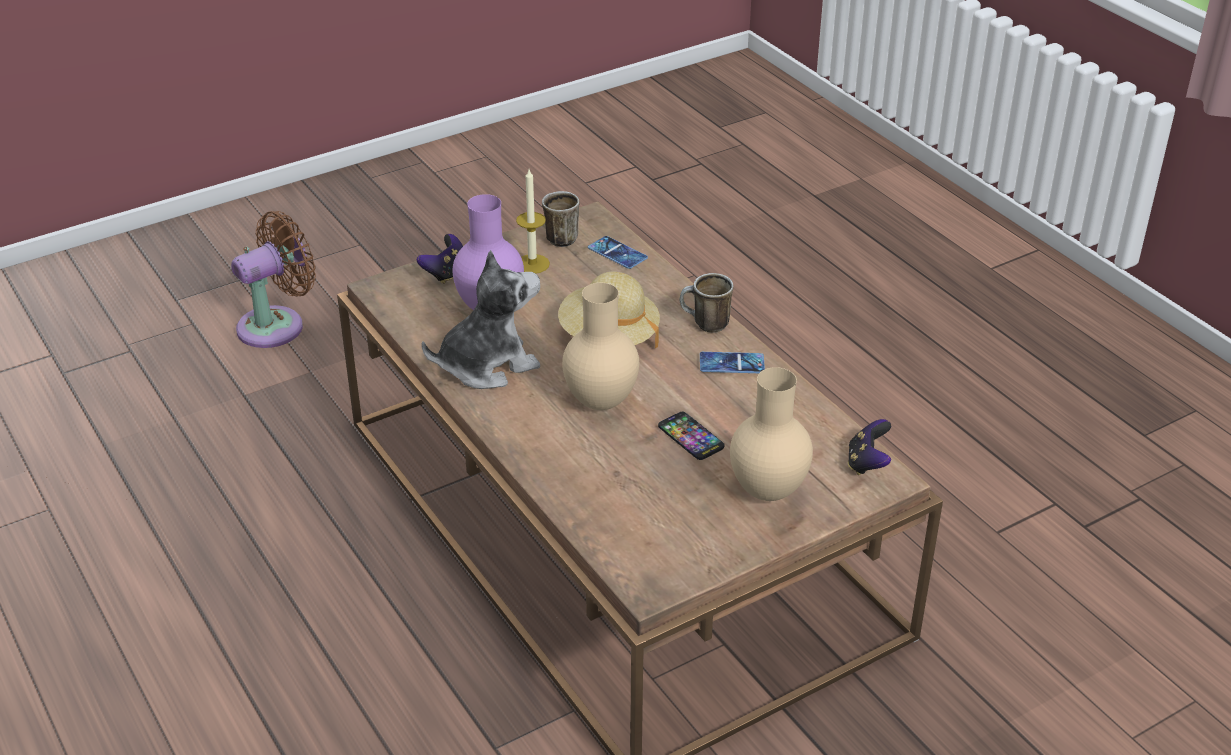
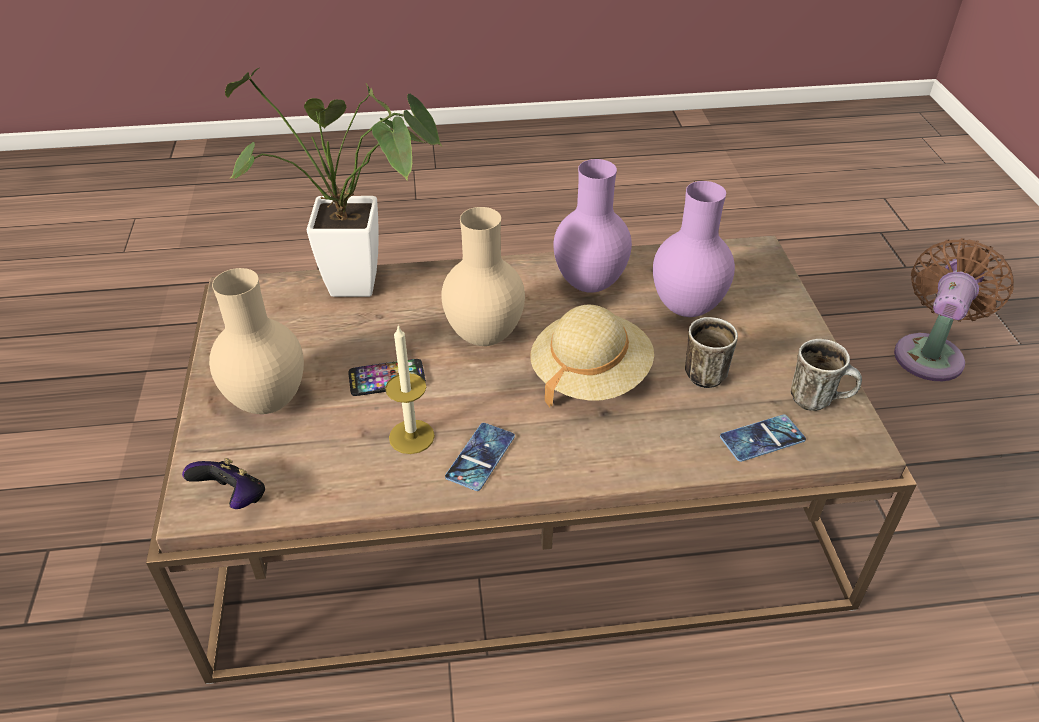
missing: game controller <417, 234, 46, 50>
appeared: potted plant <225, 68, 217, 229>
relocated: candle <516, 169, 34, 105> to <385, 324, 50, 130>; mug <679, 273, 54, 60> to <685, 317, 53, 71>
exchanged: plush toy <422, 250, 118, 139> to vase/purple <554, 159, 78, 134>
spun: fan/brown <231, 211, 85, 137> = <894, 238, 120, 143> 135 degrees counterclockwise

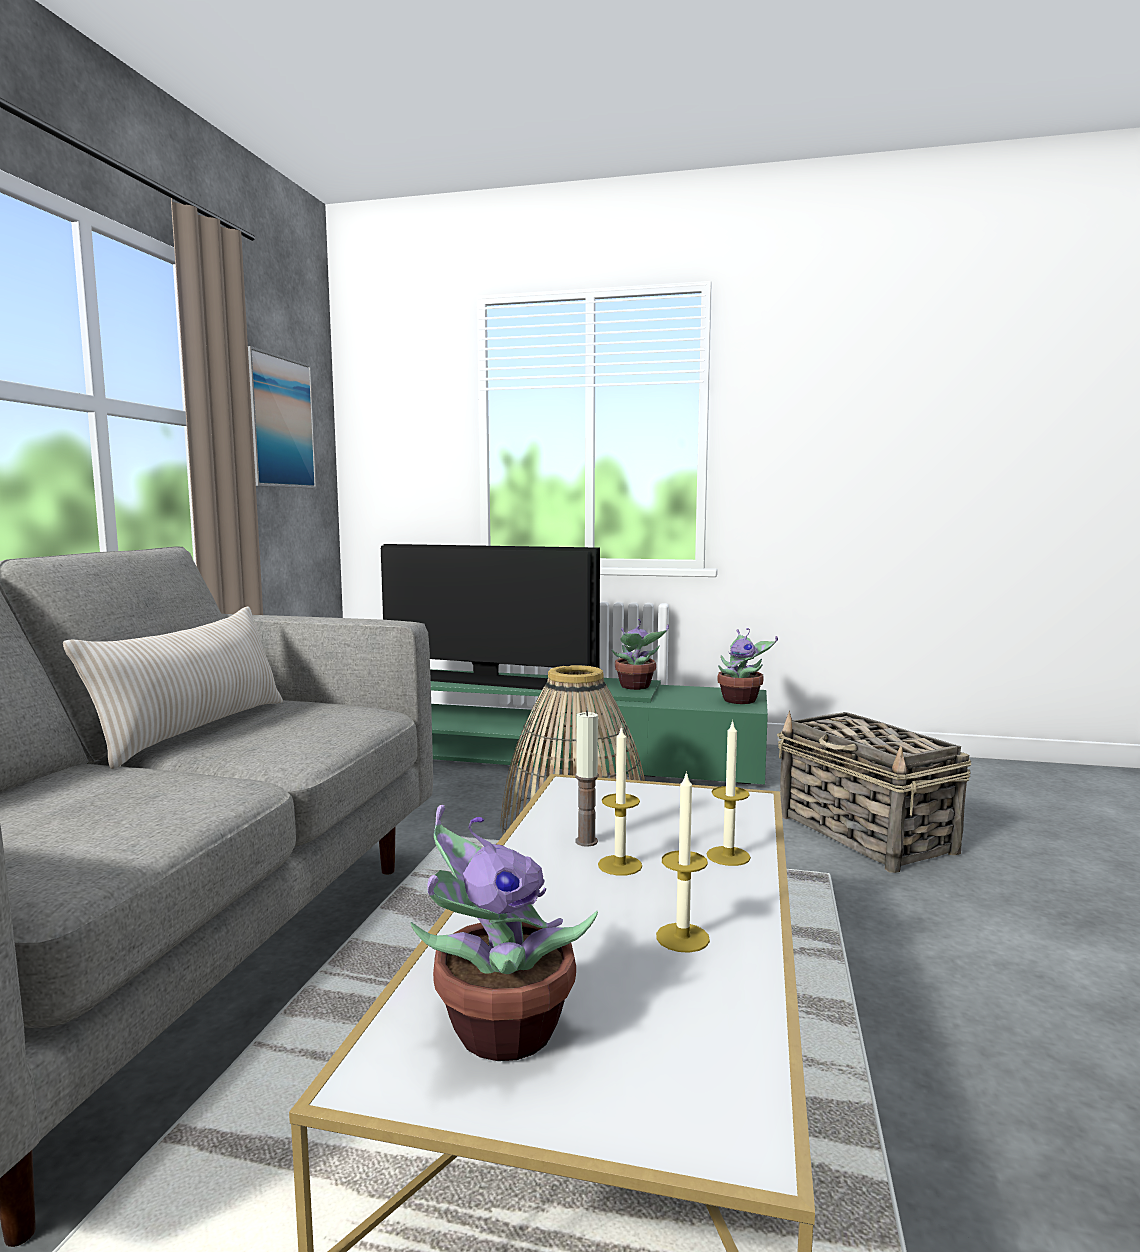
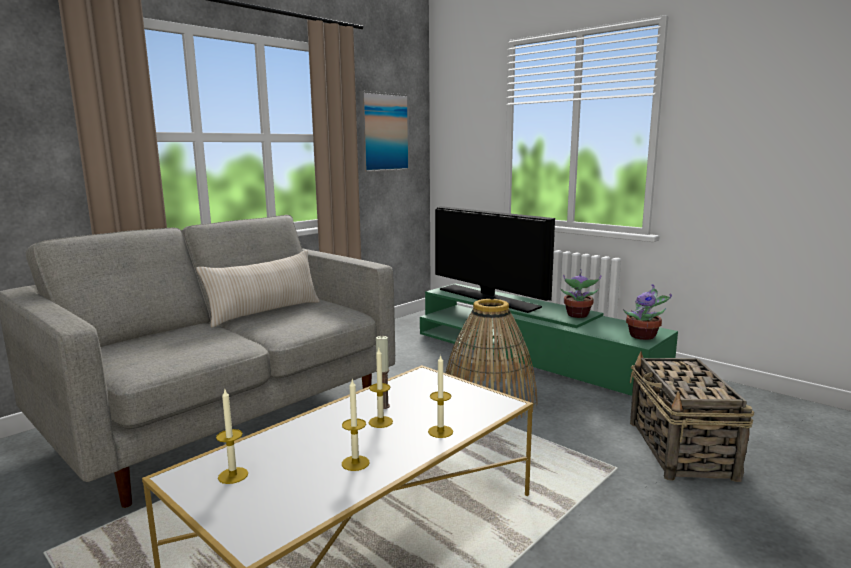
exchanged: potted plant <410, 805, 188, 256> to candle <216, 390, 32, 94>

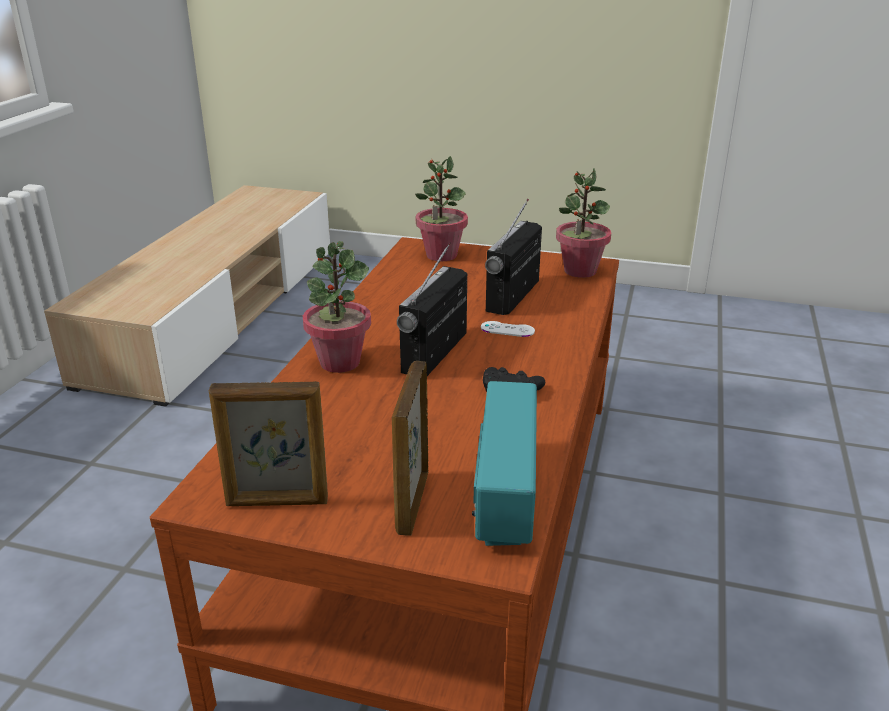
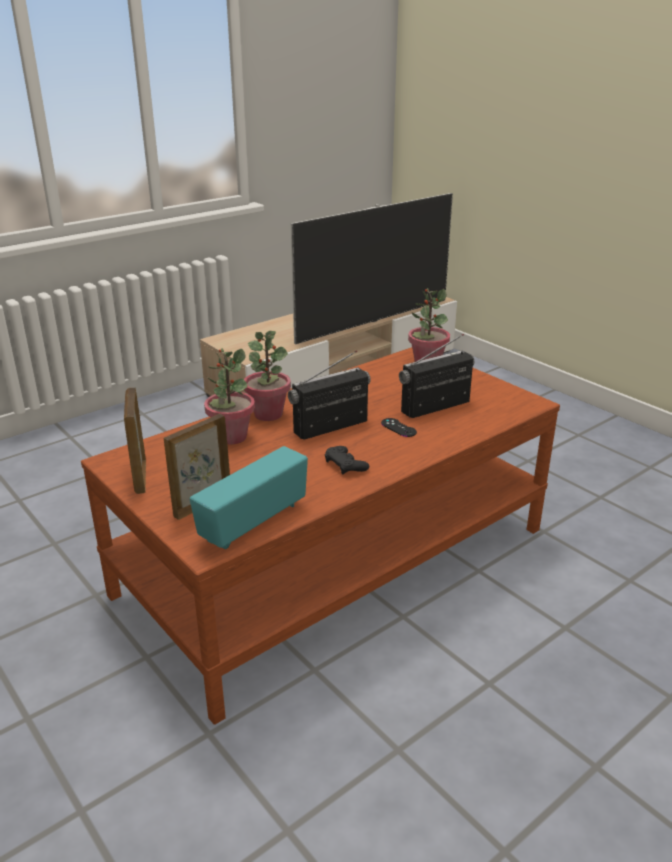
appeared: television <291, 193, 162, 152>
relocated: potted plant <556, 168, 55, 110> to <204, 348, 51, 97>
colour: game controller/white <481, 321, 54, 16> to game controller/black <381, 418, 36, 19>
spun: picture frame <209, 381, 119, 125> = <124, 388, 22, 106> 45 degrees clockwise

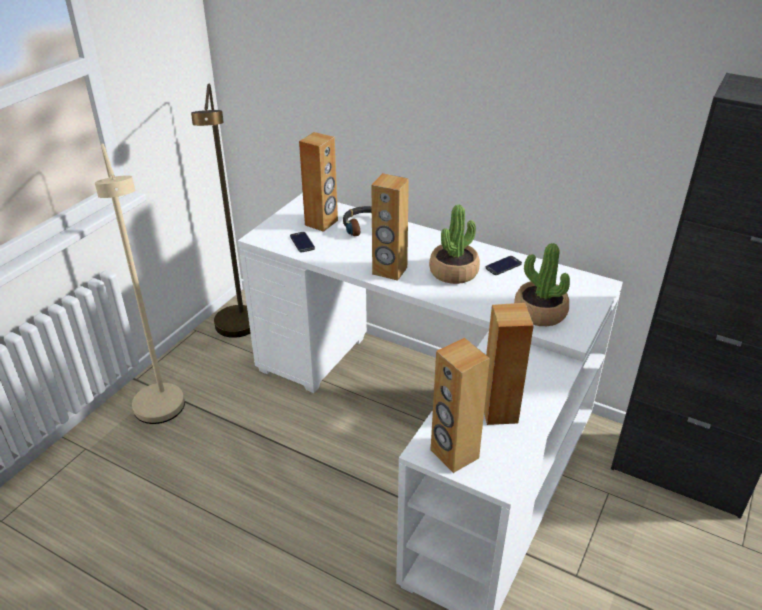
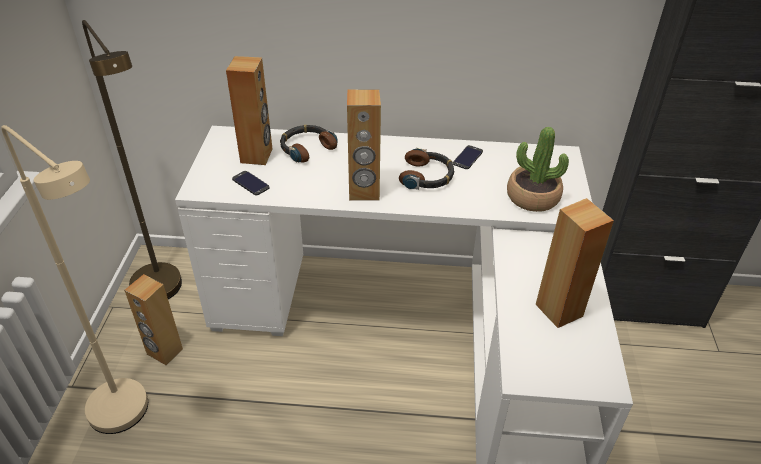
relocated: speaker/brown <431, 338, 59, 135> to <124, 274, 59, 91>
exchanged: potted plant <429, 205, 51, 79> to headphones <399, 148, 55, 42>

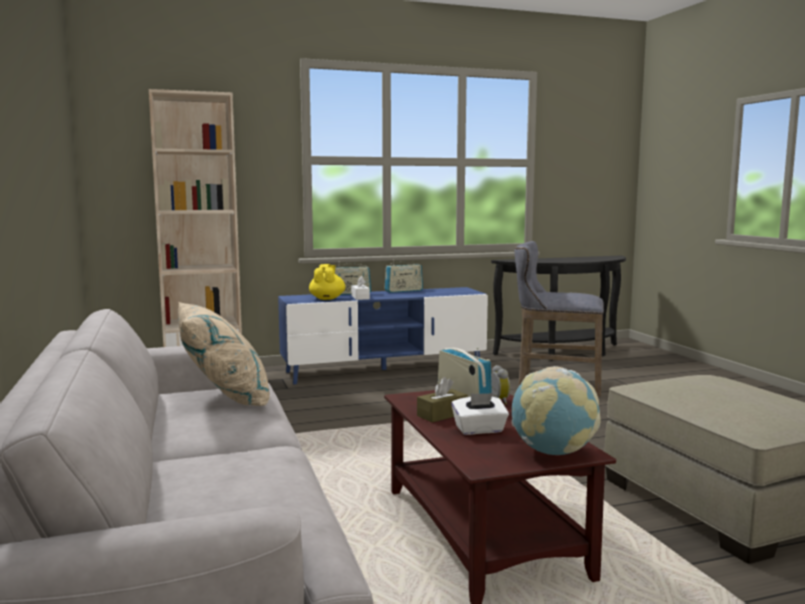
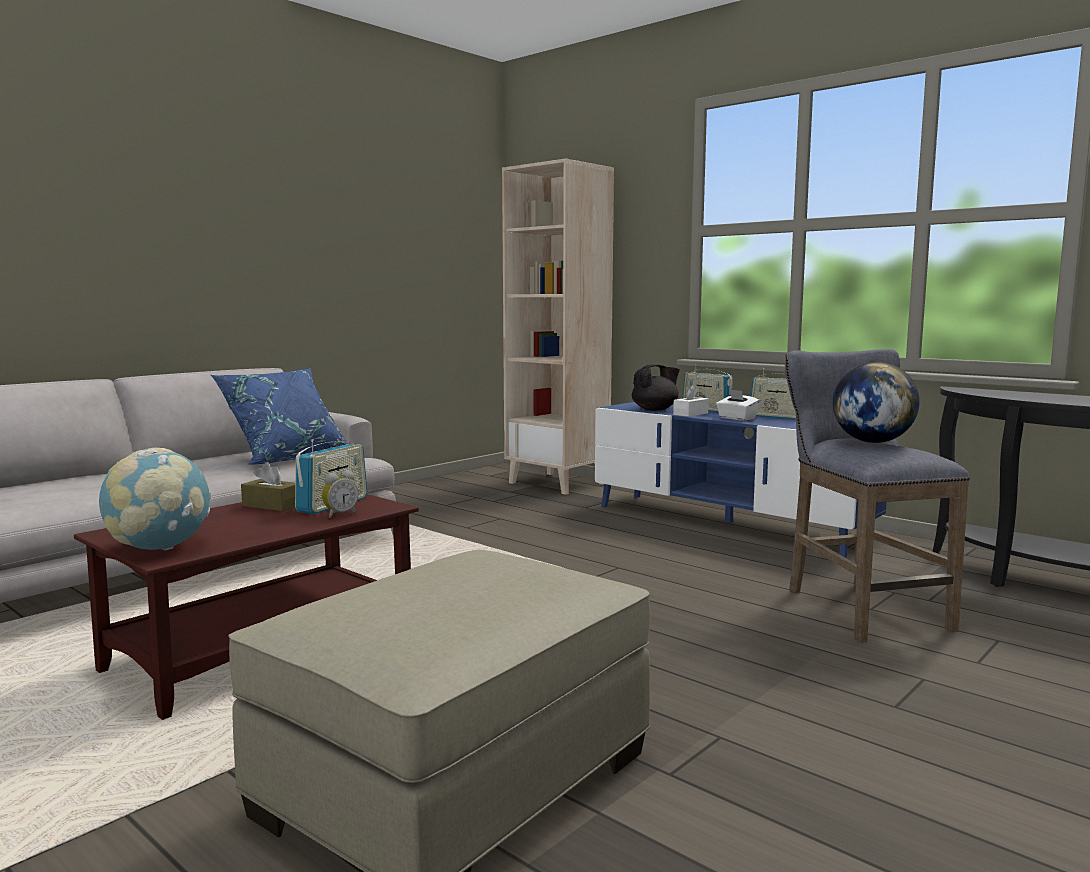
appeared: globe <833, 362, 86, 81>
relocated: tissue box/white <451, 393, 58, 42> to <716, 389, 44, 32>
colour: teapot/yellow <309, 264, 37, 36> to teapot/black <632, 364, 48, 47>; pillow/beige <178, 302, 92, 104> to pillow/blue <211, 368, 136, 97>

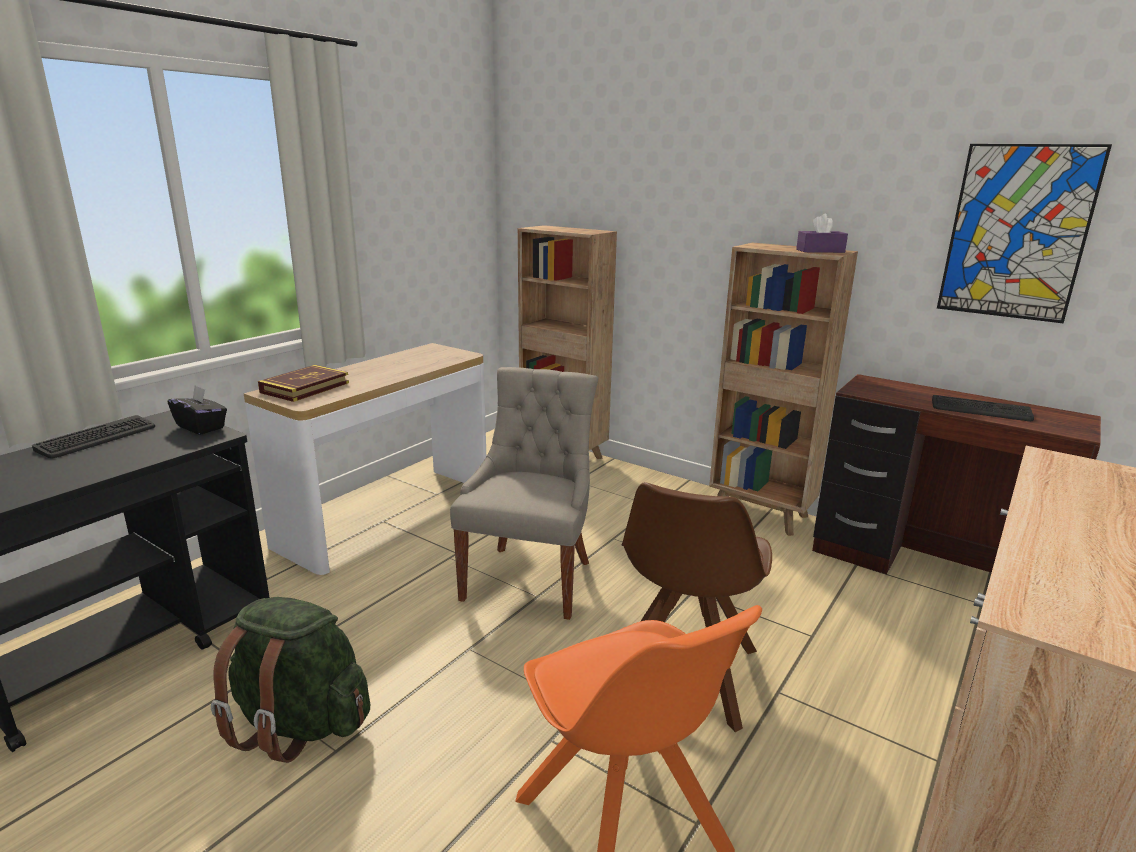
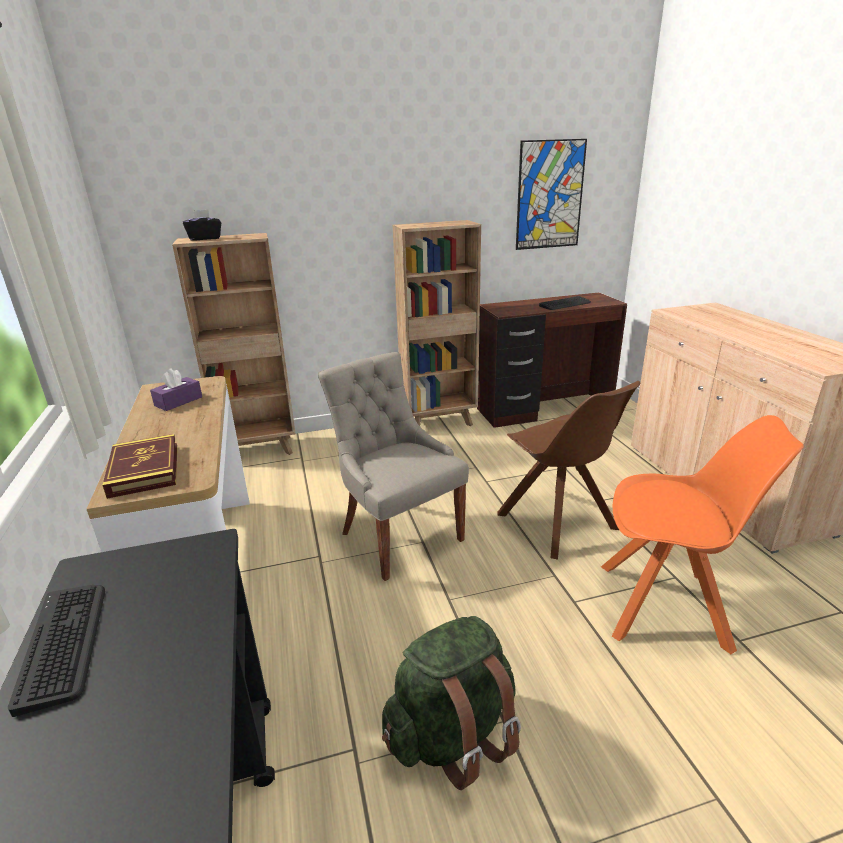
relocated: tissue box/purple <796, 214, 52, 39> to <150, 368, 52, 43>; tissue box/black <167, 385, 60, 50> to <183, 209, 38, 31>

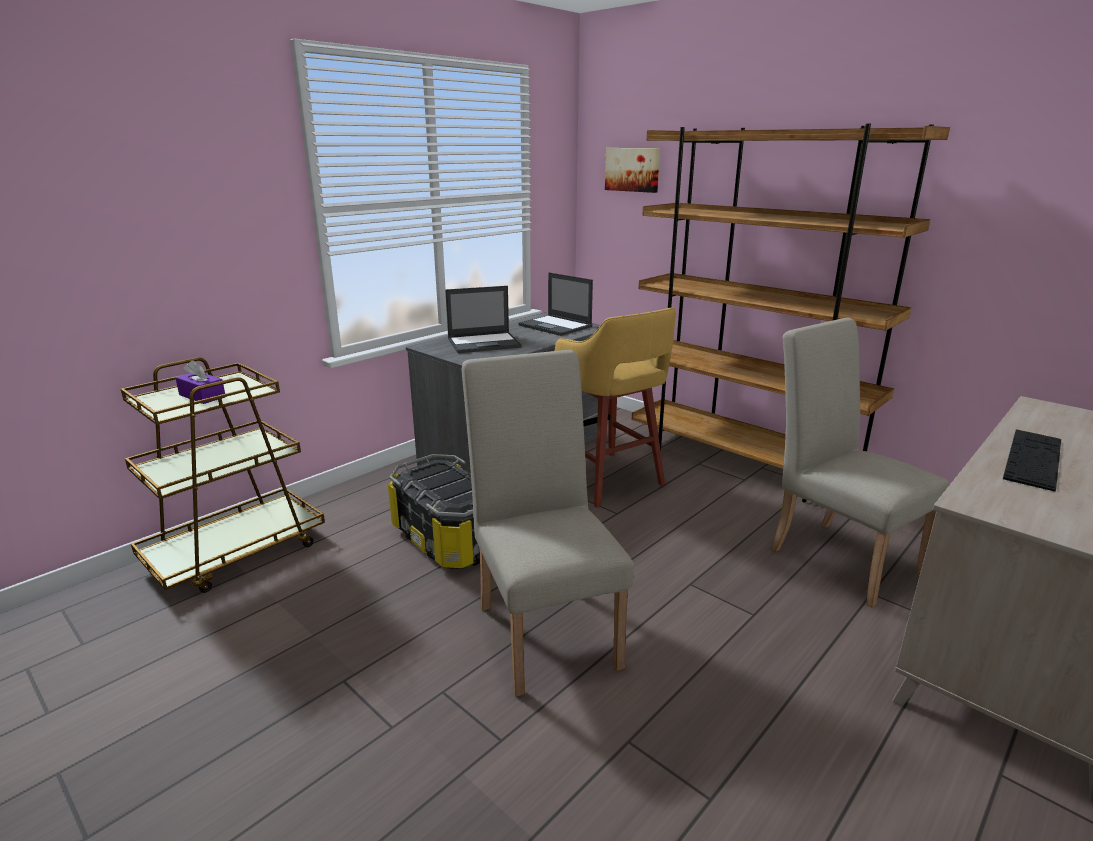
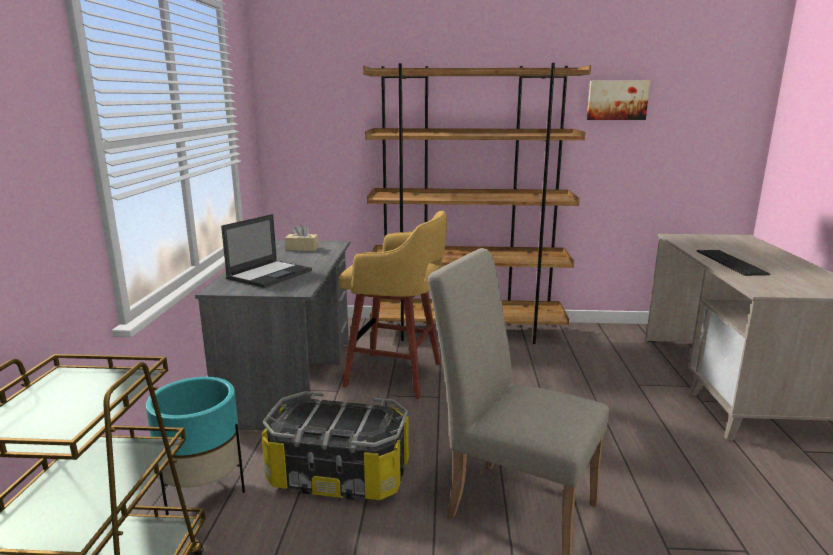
missing: chair/beige <771, 317, 179, 291>; tissue box/purple <175, 360, 50, 44>
appeared: planter/turquoise <146, 377, 99, 138>
relocated: picture <605, 148, 55, 45> to <587, 81, 63, 39>
exchanged: laptop <518, 272, 75, 64> to tissue box/beige <285, 224, 34, 27>

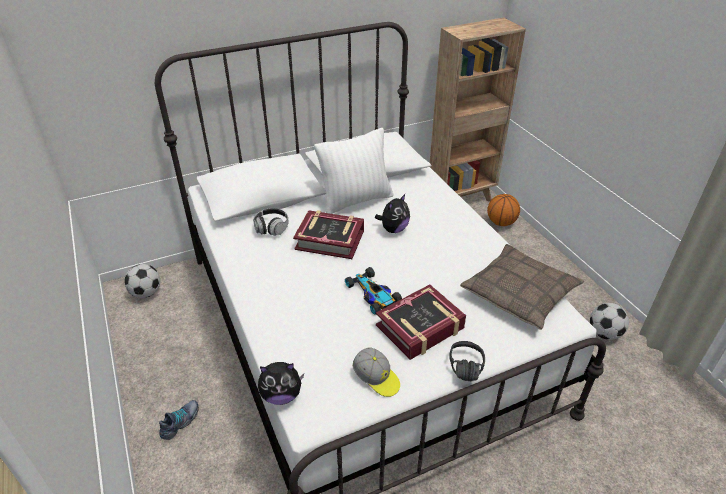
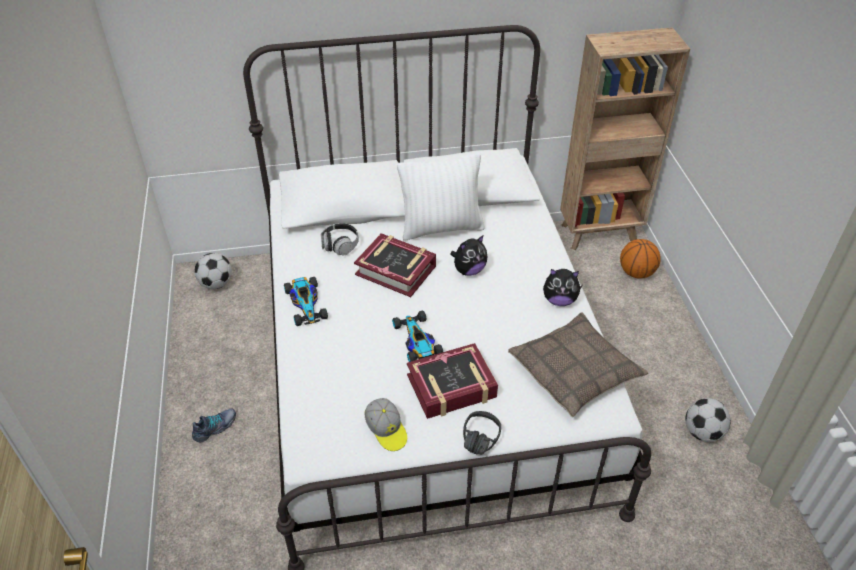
appeared: toy car <284, 277, 44, 49>
relocated: plush toy <258, 362, 46, 43> to <543, 269, 39, 37>

